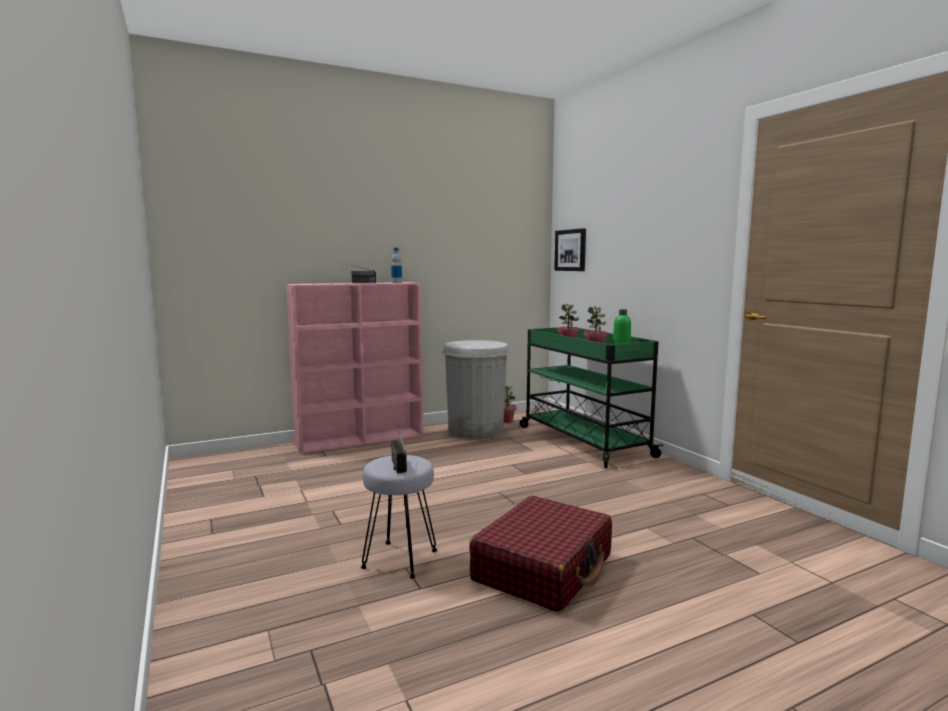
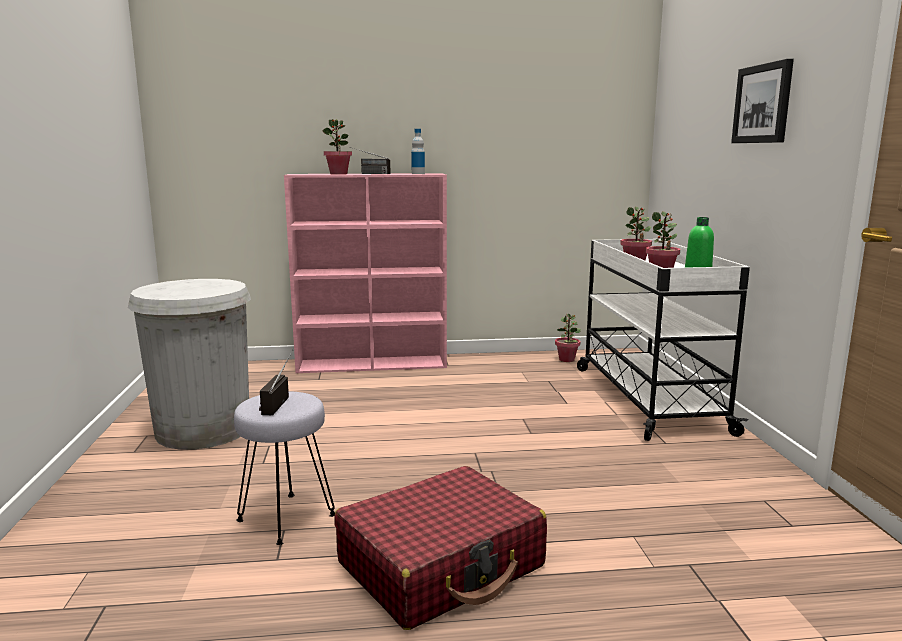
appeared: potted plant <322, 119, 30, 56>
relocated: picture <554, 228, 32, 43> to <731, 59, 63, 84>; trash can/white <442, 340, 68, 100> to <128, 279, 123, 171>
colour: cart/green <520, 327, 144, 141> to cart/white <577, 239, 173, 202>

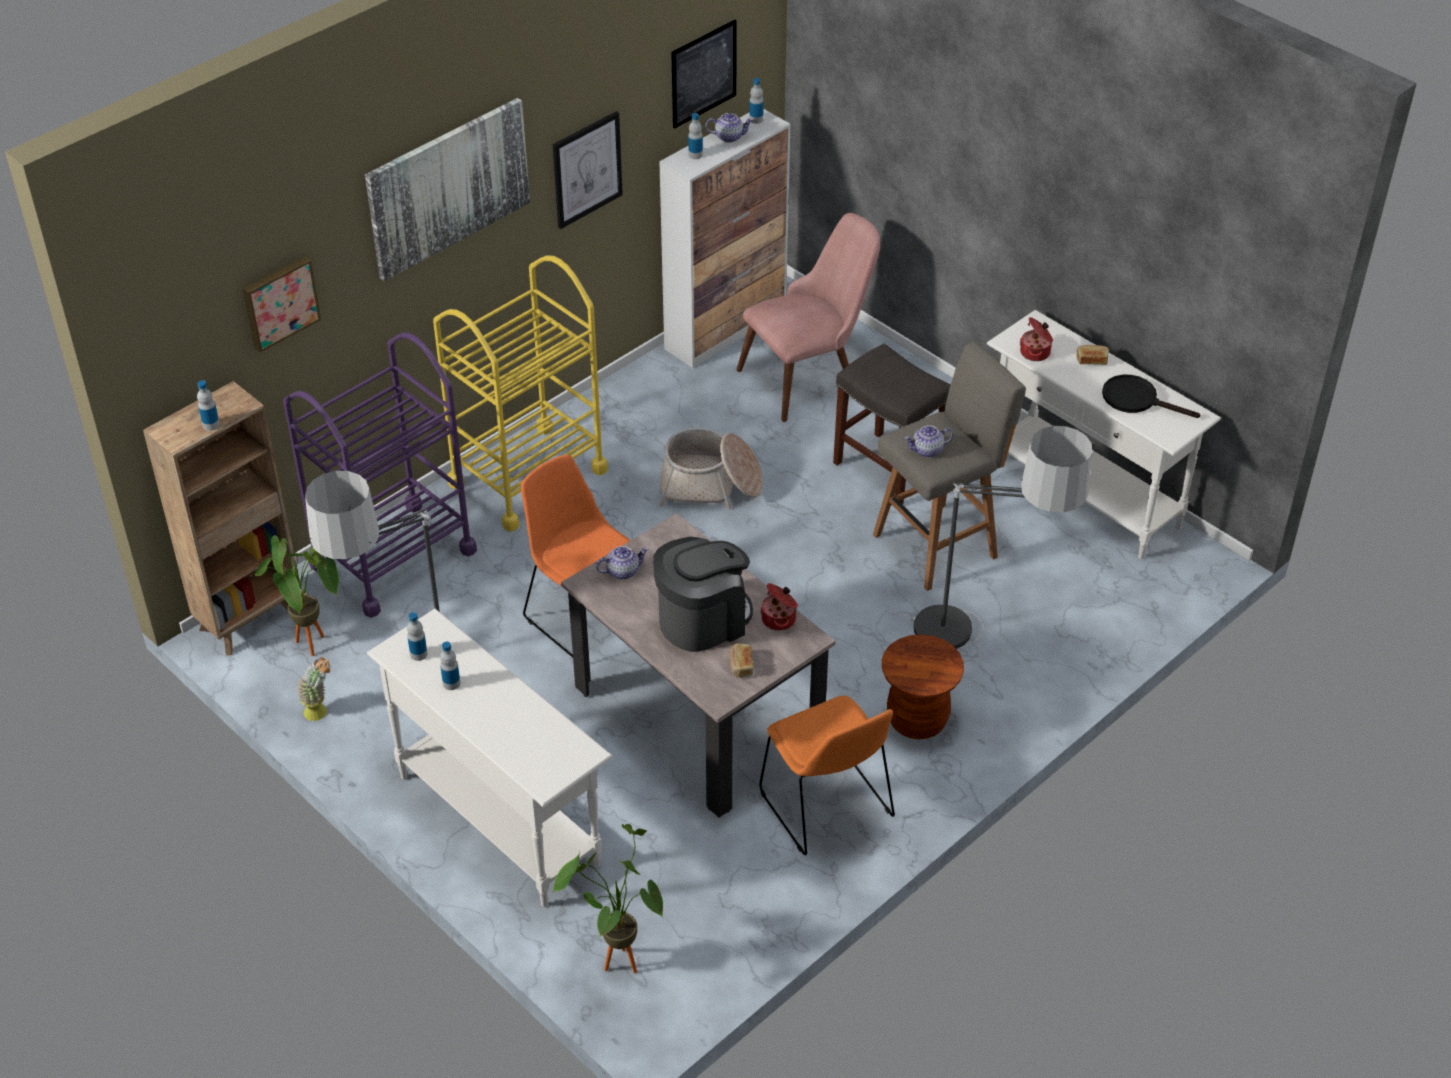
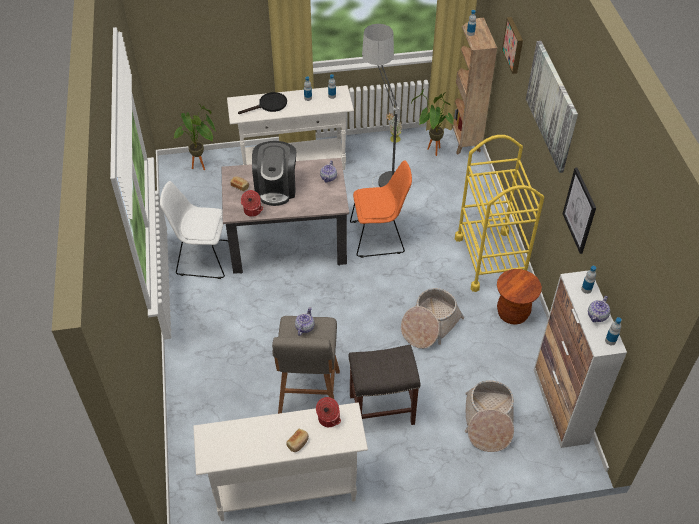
missing: picture <671, 20, 66, 109>; cart/purple <283, 332, 194, 286>; floor lamp <911, 426, 182, 223>
relocated: frying pan/black <1102, 375, 98, 43> to <238, 92, 49, 22>; stool/brown <882, 634, 82, 105> to <497, 269, 45, 56>
exchanged: chair/pink <736, 213, 144, 209> to basket <465, 380, 49, 72>
colour: chair/orange <759, 695, 136, 160> to chair/white <160, 181, 68, 98>

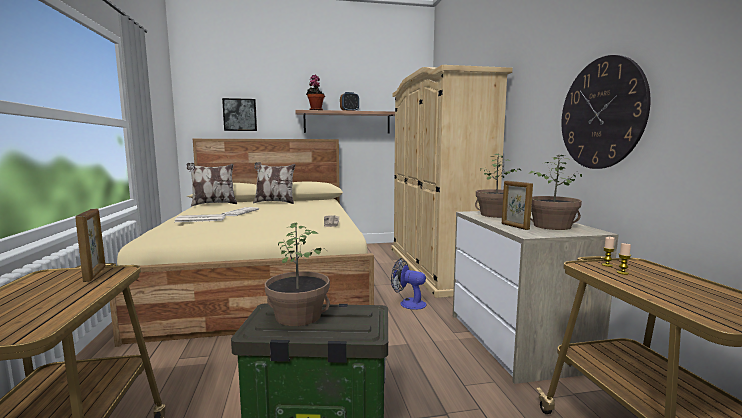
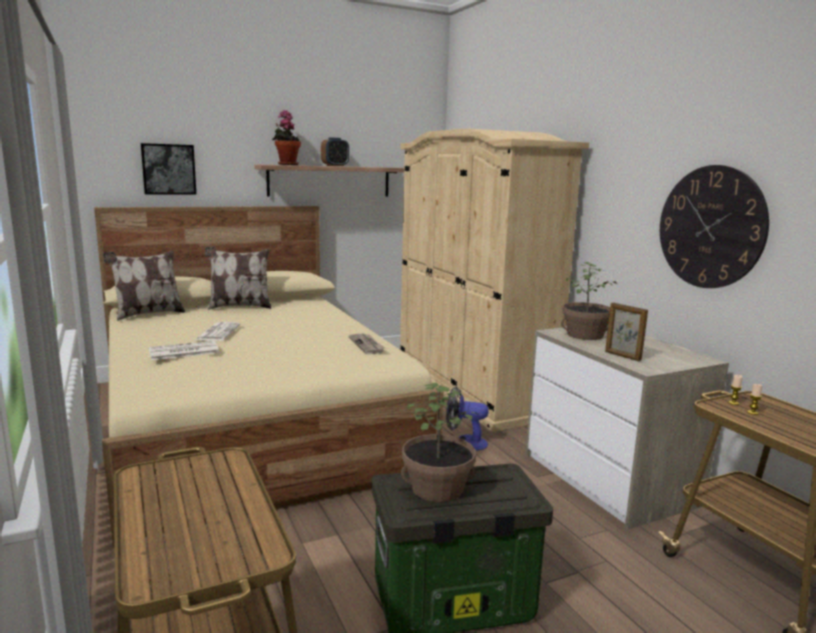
missing: potted plant <529, 155, 53, 75>; picture frame <75, 209, 31, 73>

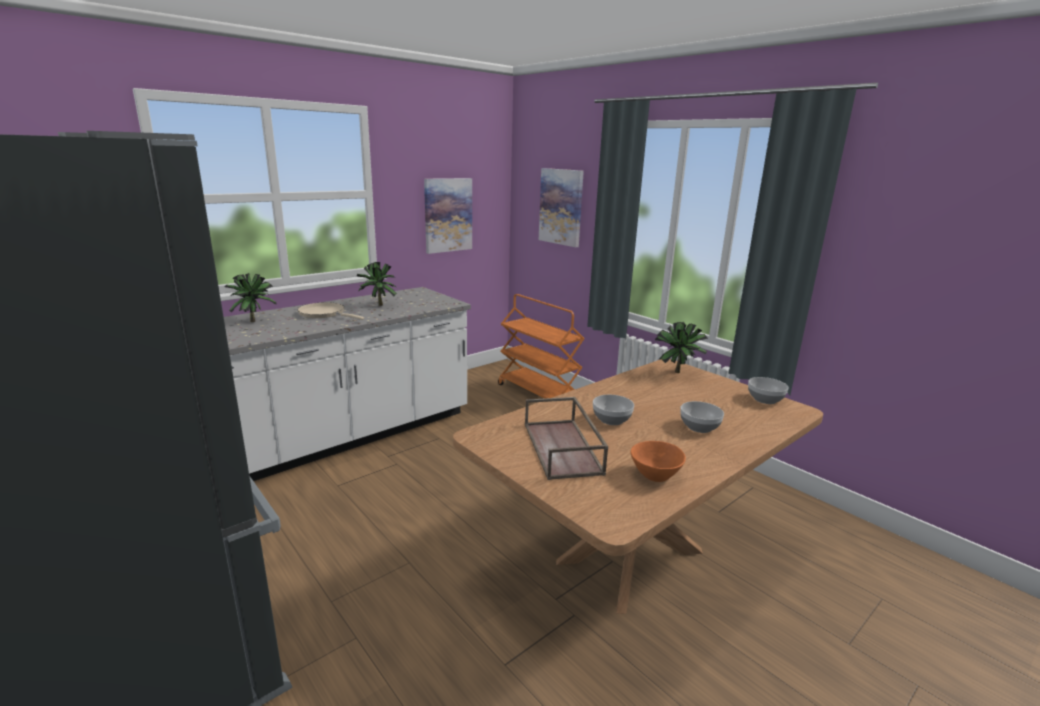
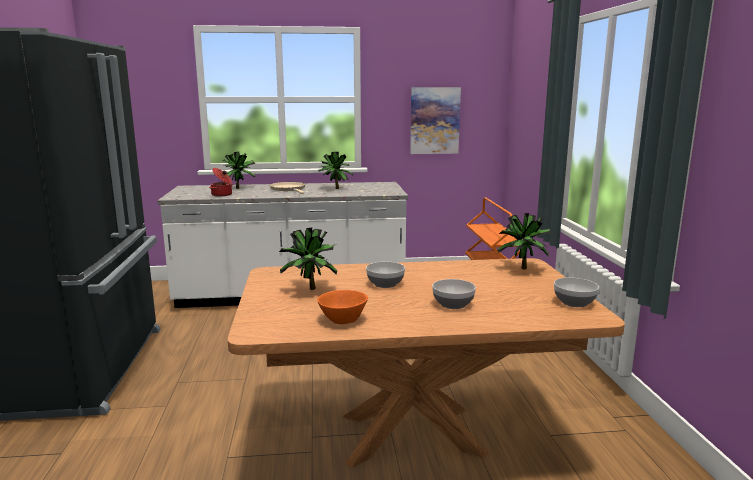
missing: picture <539, 168, 45, 79>
appeared: cooking pot <209, 168, 24, 28>
exchanged: tray/brown <525, 397, 83, 83> to potted plant <279, 227, 58, 63>

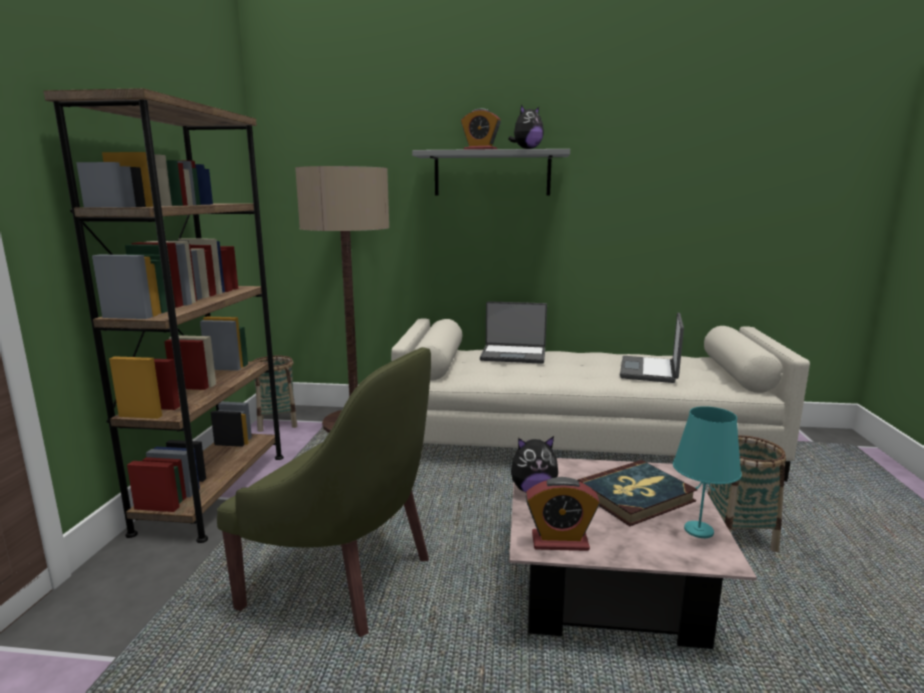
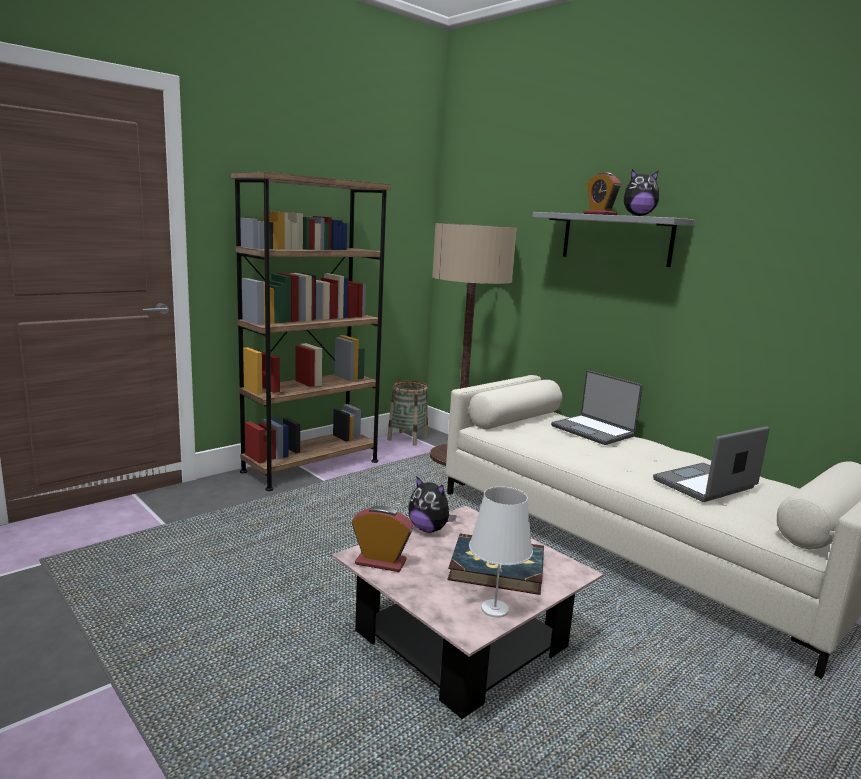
missing: armchair/green <217, 347, 214, 290>; basket <708, 435, 78, 117>
colour: table lamp/turquoise <673, 406, 69, 132> to table lamp/white <469, 487, 64, 131>
spun: alarm clock <526, 477, 74, 74> = <352, 506, 62, 66> 150 degrees clockwise

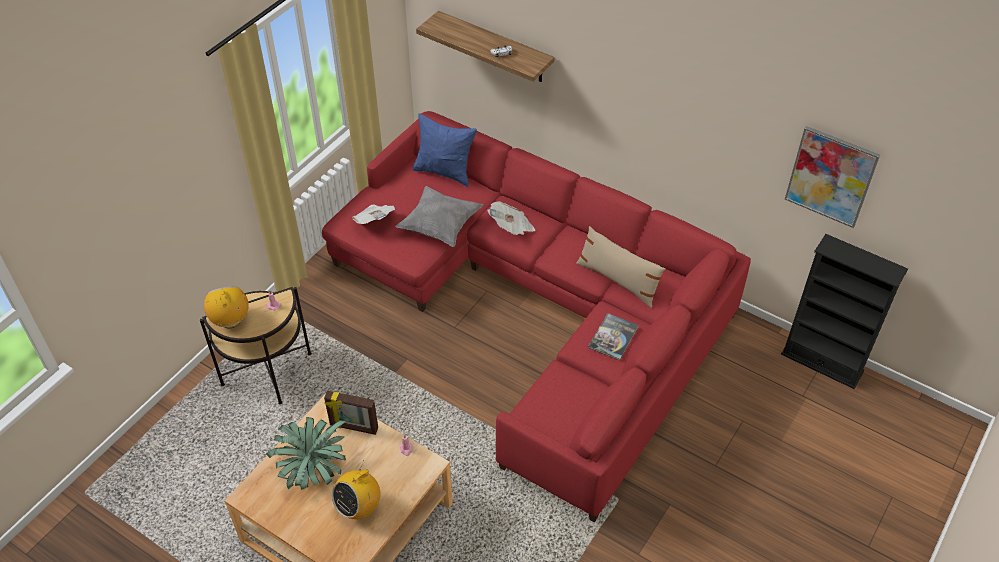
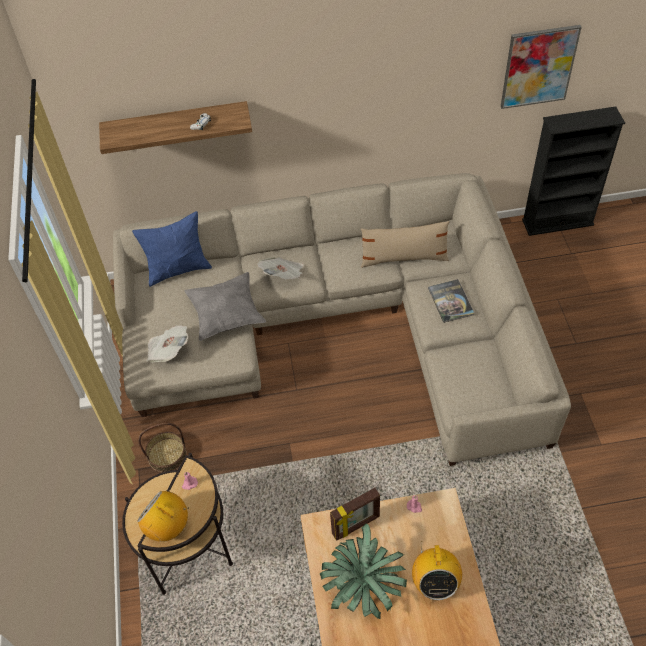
appeared: basket <138, 423, 49, 50>
colour: sofa/red <322, 111, 429, 412> to sofa/beige <113, 173, 458, 293>

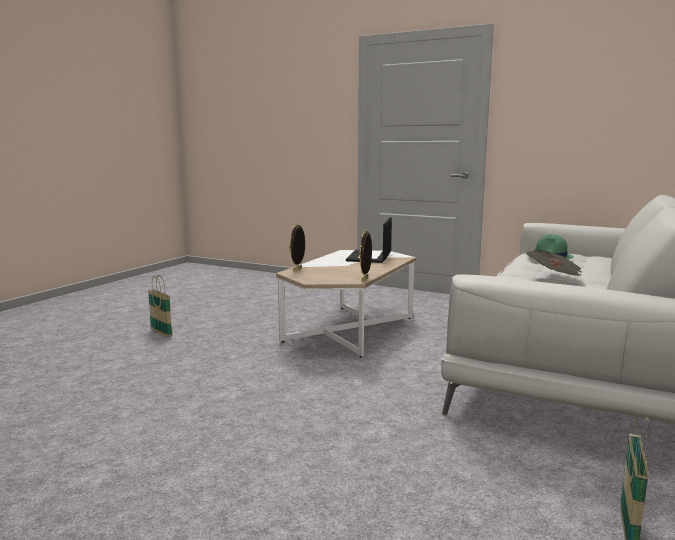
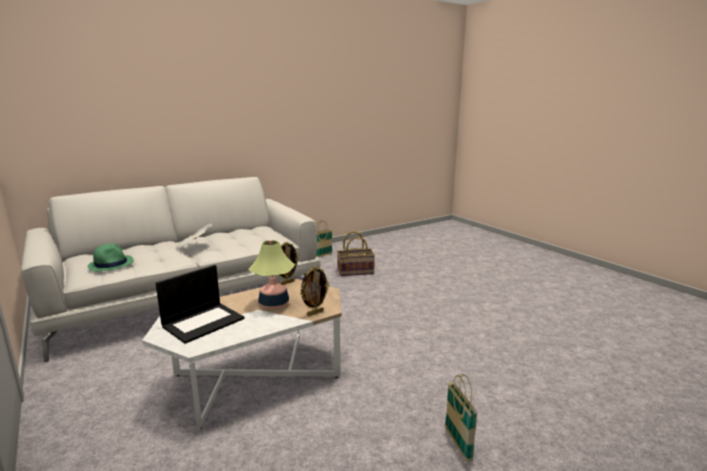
appeared: basket <337, 231, 38, 45>; table lamp <248, 240, 47, 69>

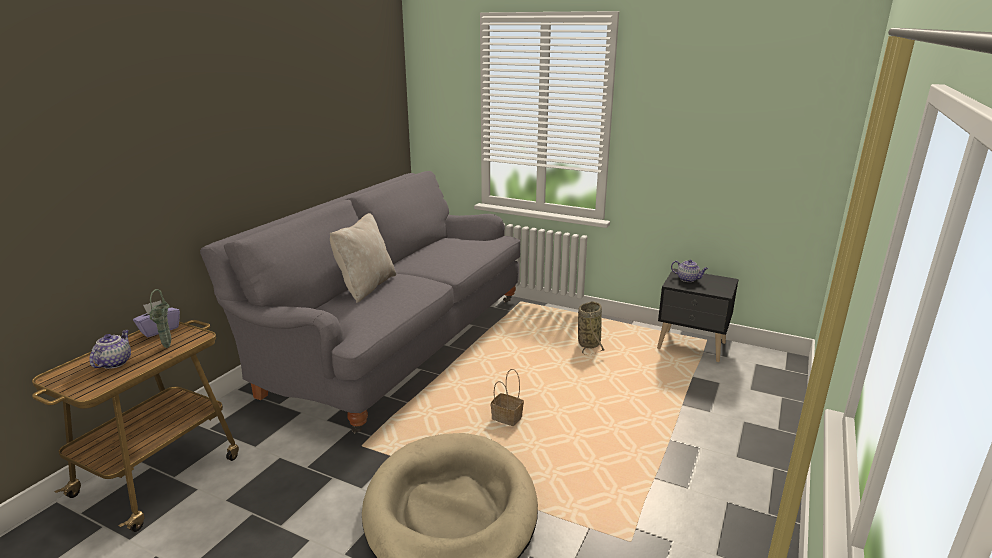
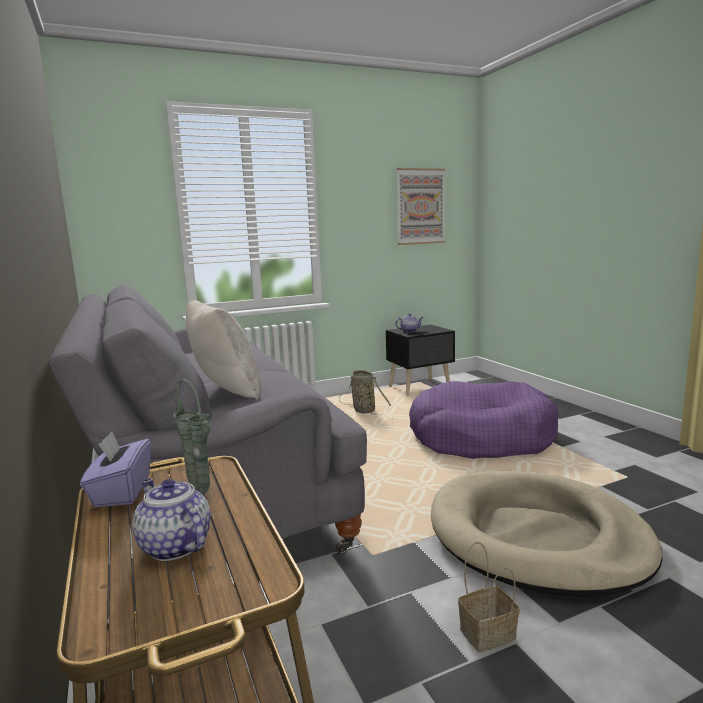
appeared: picture <396, 168, 49, 77>; dog bed/purple <409, 381, 150, 78>
relocated: basket <491, 369, 33, 57> to <458, 542, 61, 110>

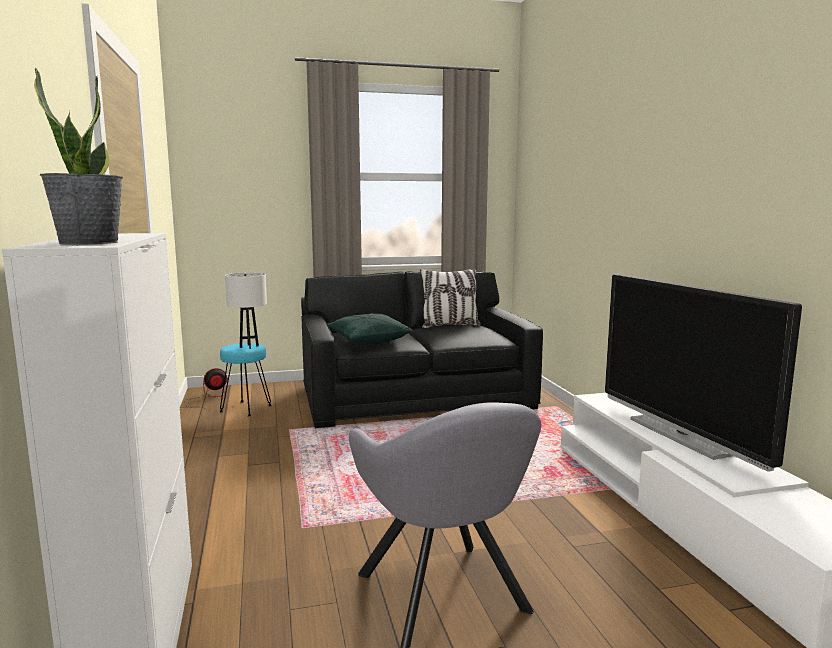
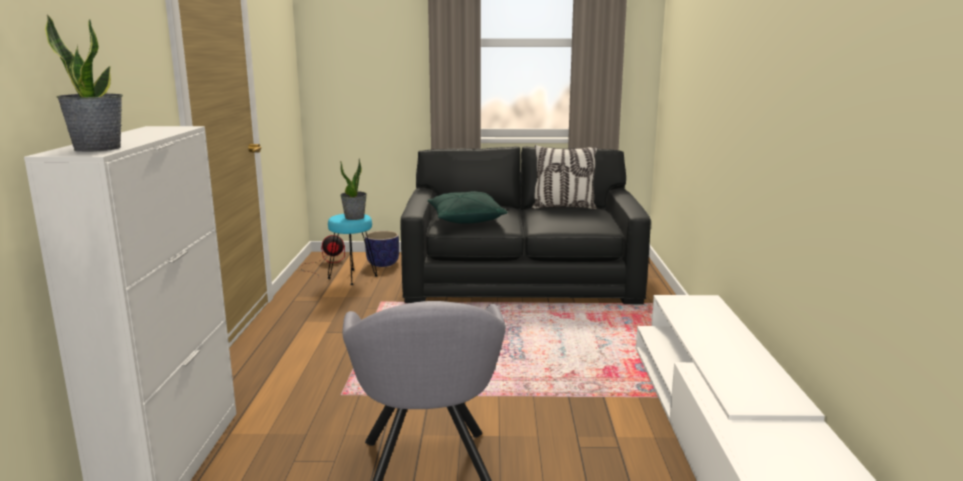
missing: television <605, 274, 197, 198>
appeared: planter <365, 231, 34, 36>
exchanged: table lamp/white <225, 273, 42, 76> to potted plant <340, 158, 27, 62>

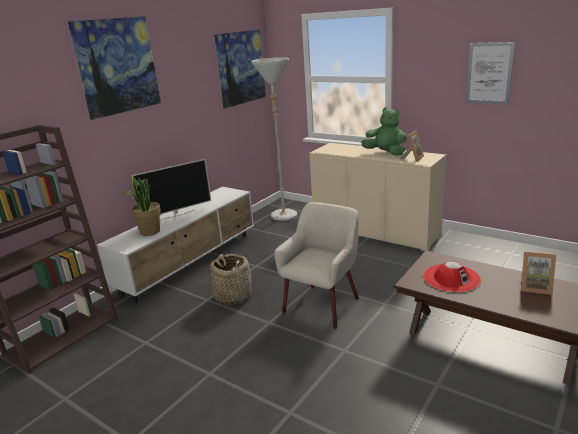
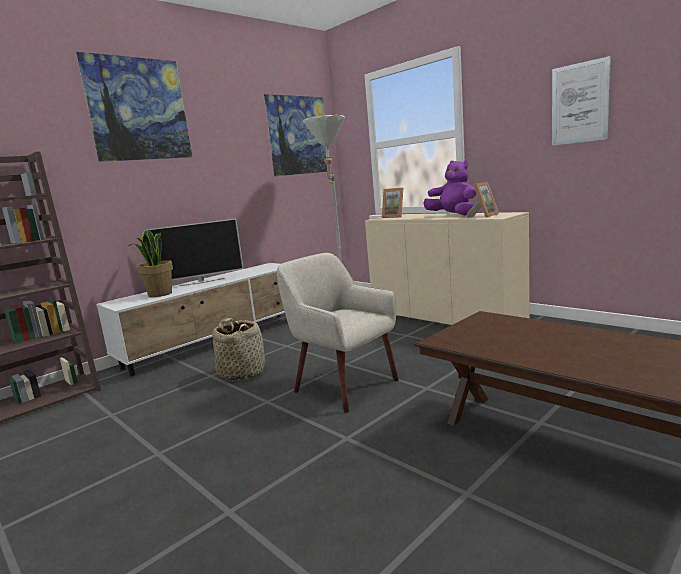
missing: hat/red <423, 262, 58, 30>
relocated: picture frame <521, 252, 35, 43> to <382, 188, 21, 30>
colour: plush toy/green <361, 107, 46, 49> to plush toy/purple <423, 160, 54, 55>
spun: armchair/beige <274, 202, 85, 127> = <277, 253, 122, 160> 90 degrees counterclockwise

